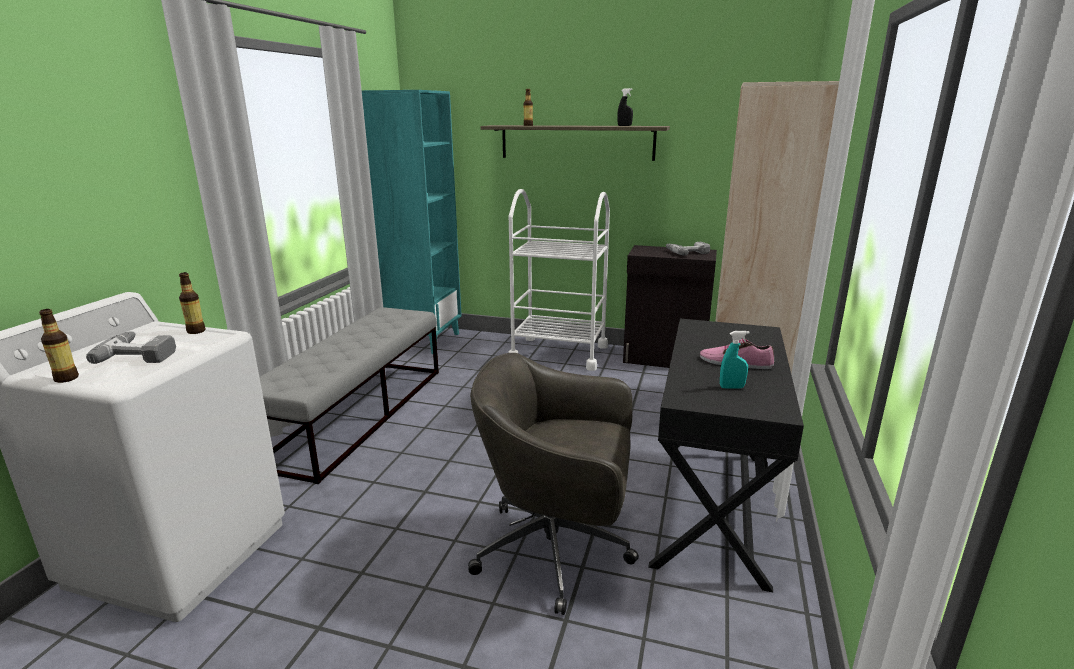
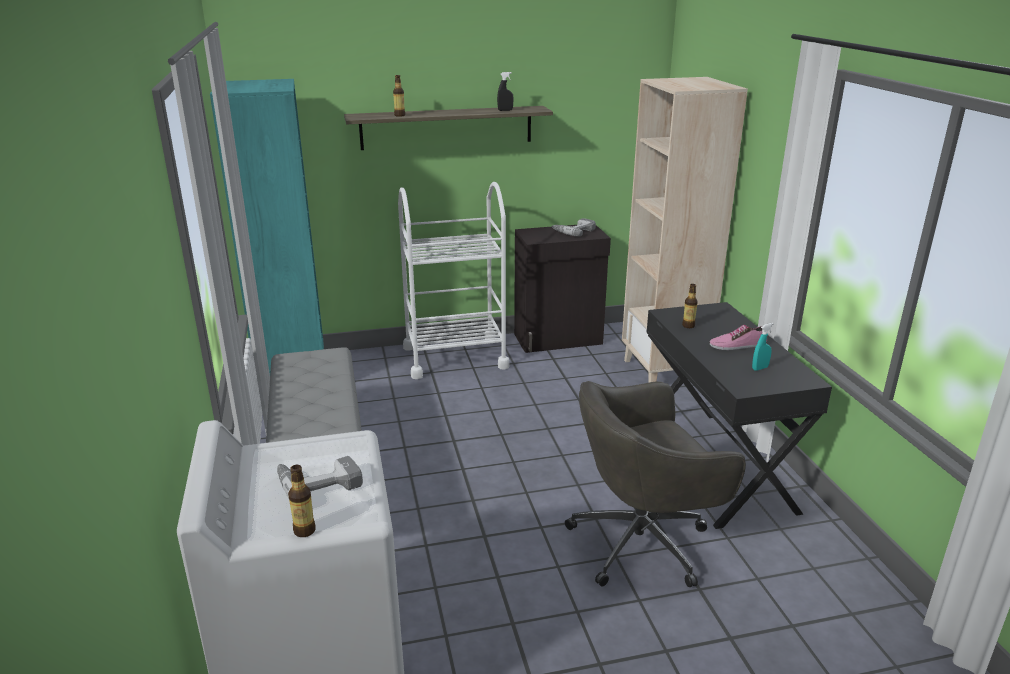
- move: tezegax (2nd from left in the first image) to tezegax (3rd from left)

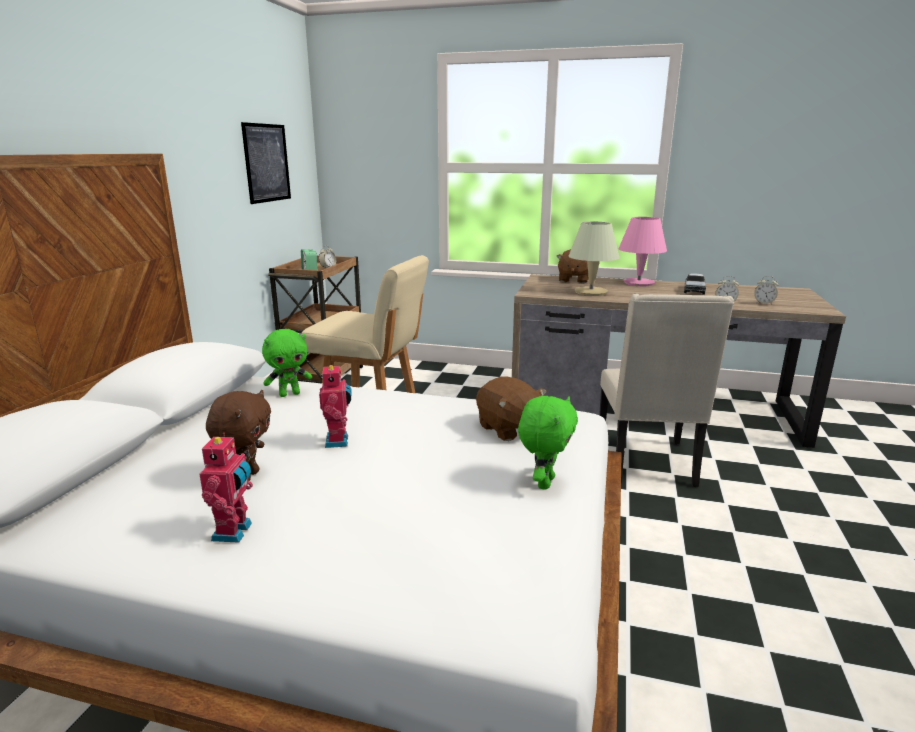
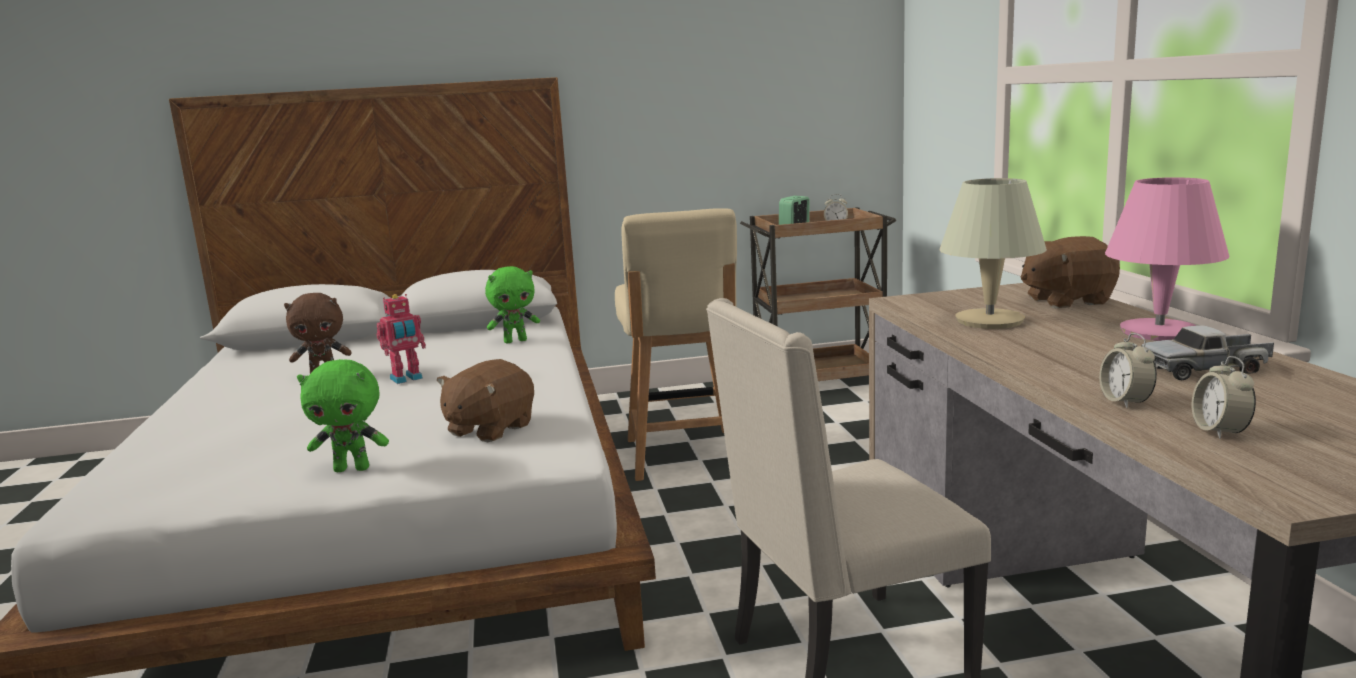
- delete: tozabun (1st from left)
- delete: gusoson
- rotate: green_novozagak (1st from left in the first image) 60 degrees counterclockwise

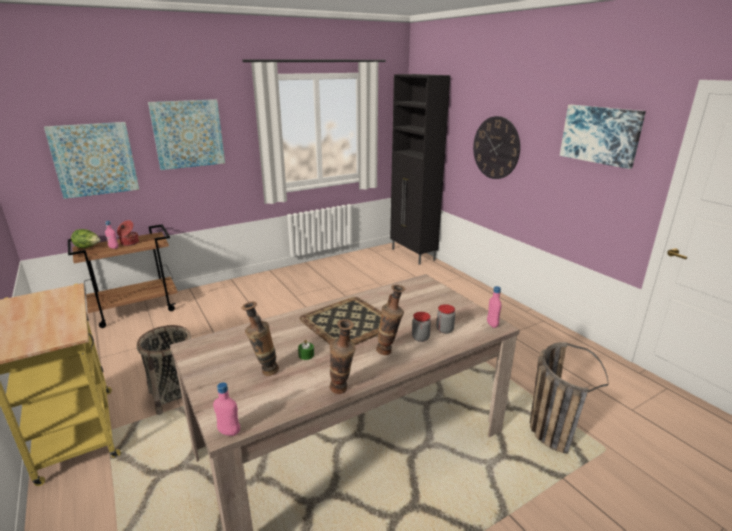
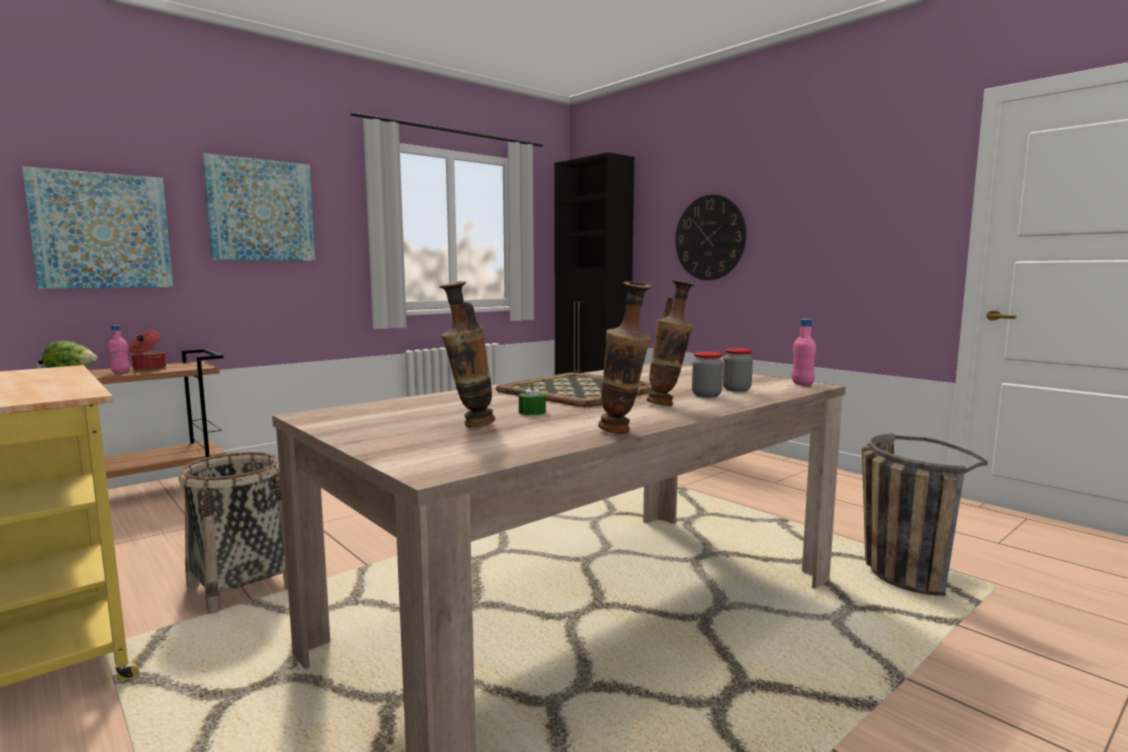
- delete: pink_tezegax (2nd from left)
- delete: gusoson (3rd from left)

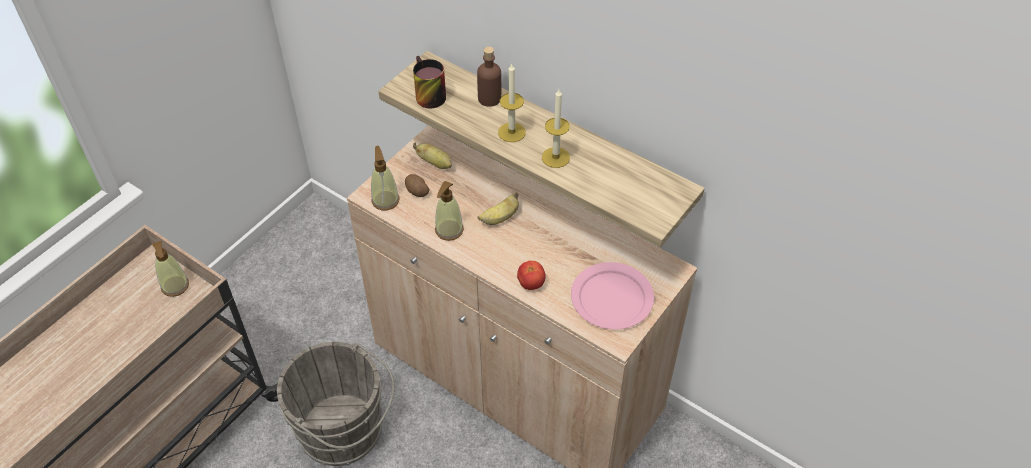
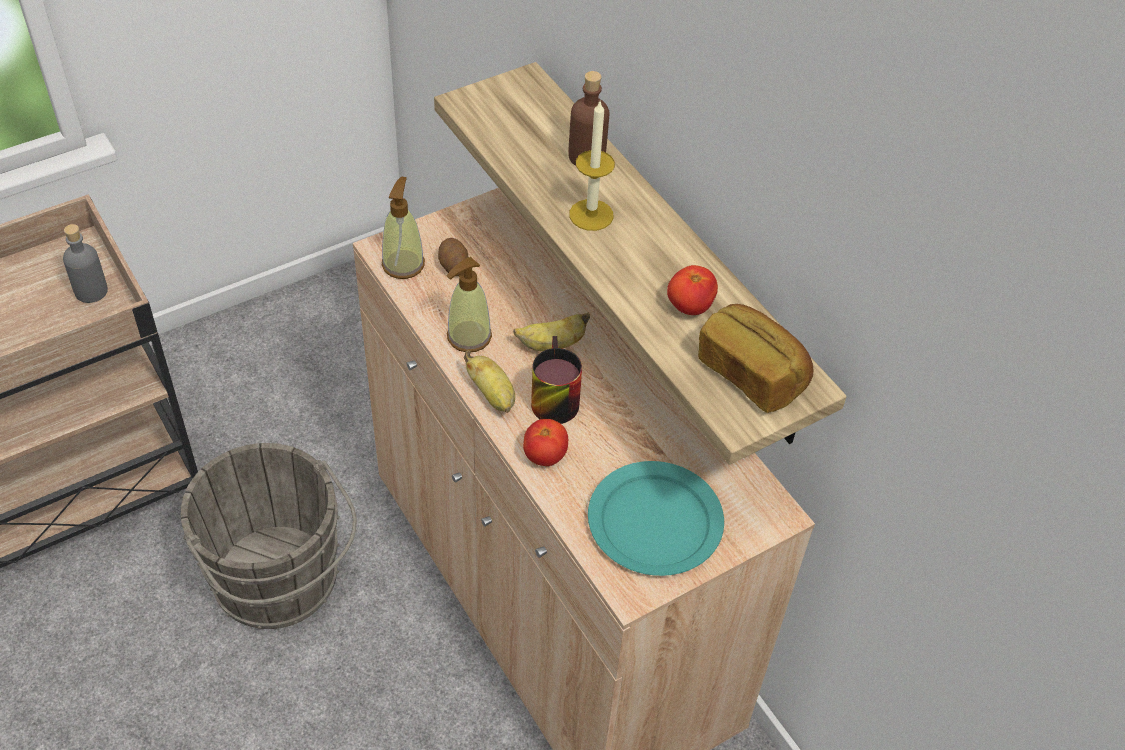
- replace: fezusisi (1st from left) to grey_tezegax
- move: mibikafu
- move: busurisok (1st from left)
- delete: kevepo (2nd from left)
- recolor: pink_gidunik to turquoise_gidunik
- insert: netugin (2nd from left)
- insert: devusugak

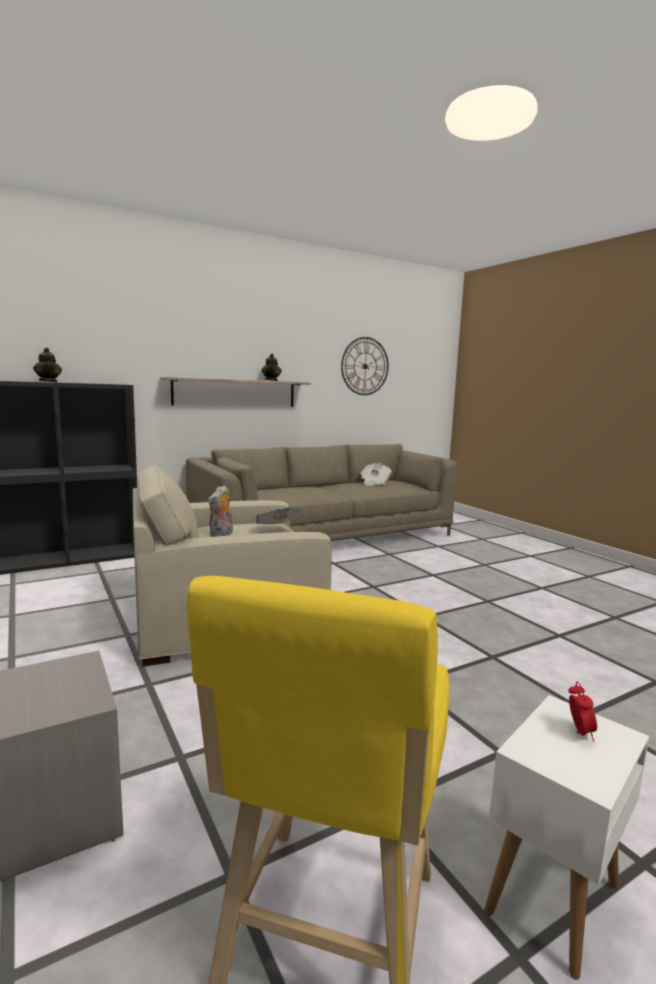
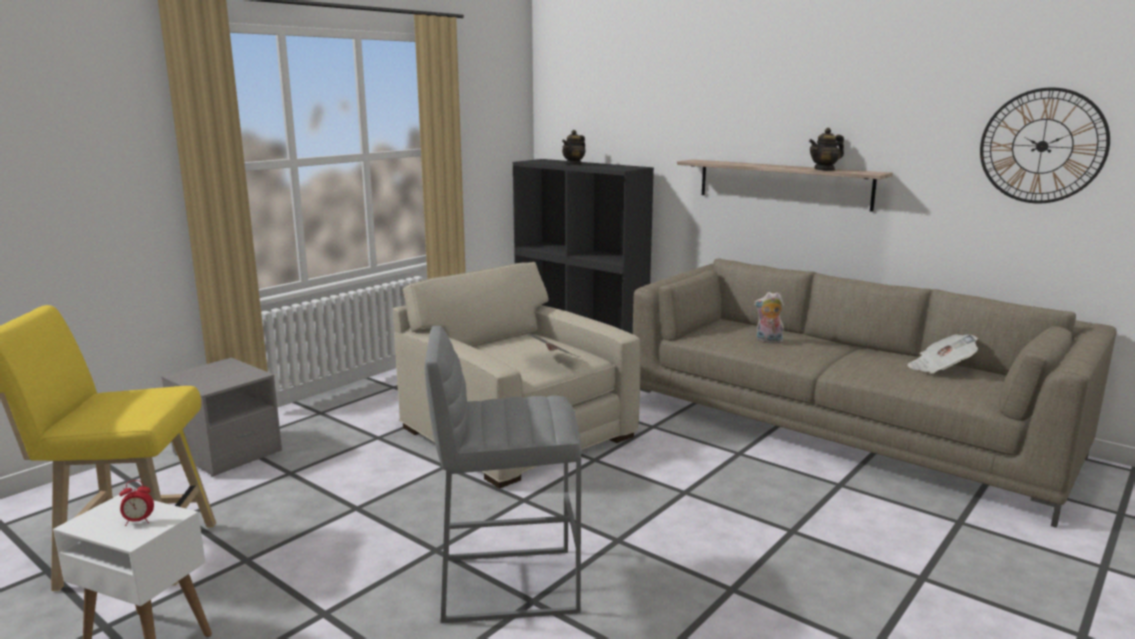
- move: novozagak
- insert: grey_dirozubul

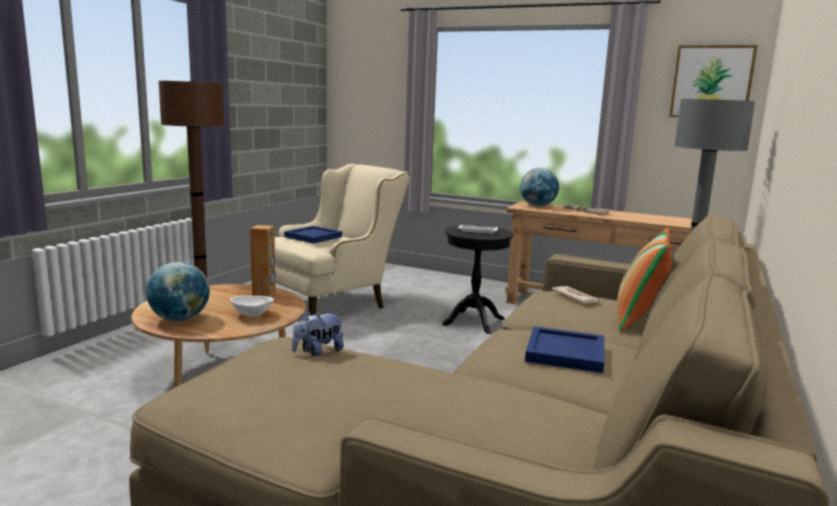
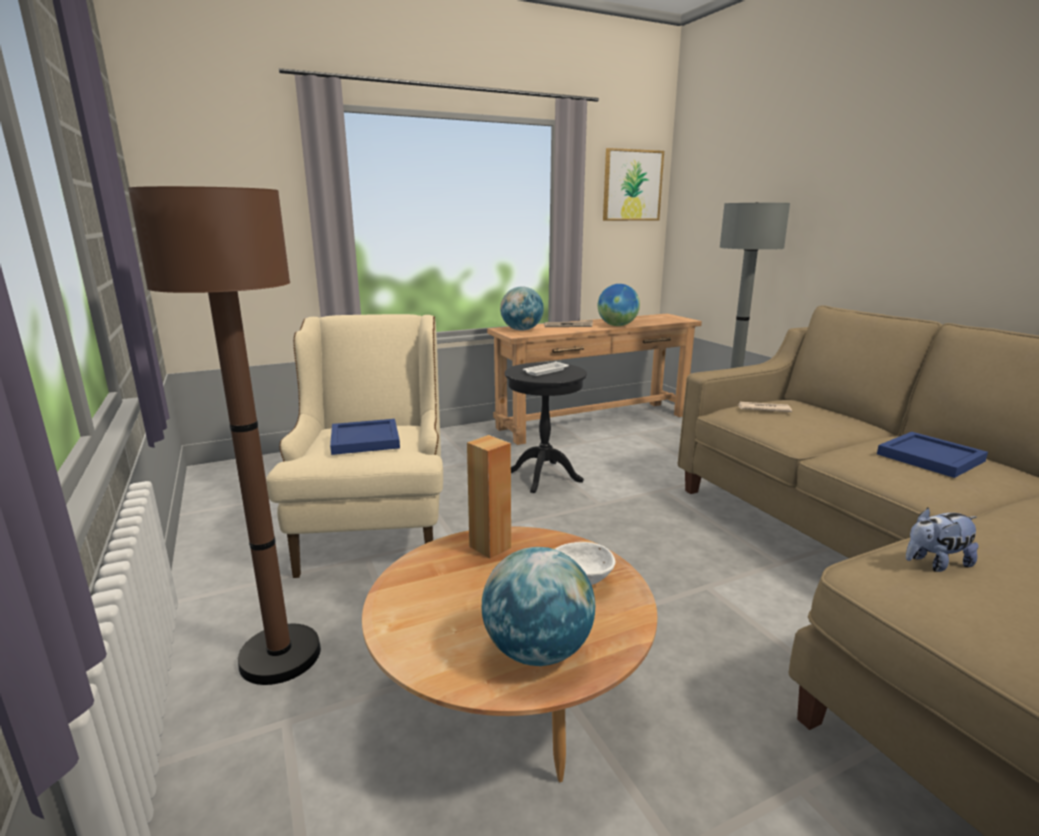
- rotate: novozagak 75 degrees clockwise
- delete: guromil
- insert: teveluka (3rd from left)

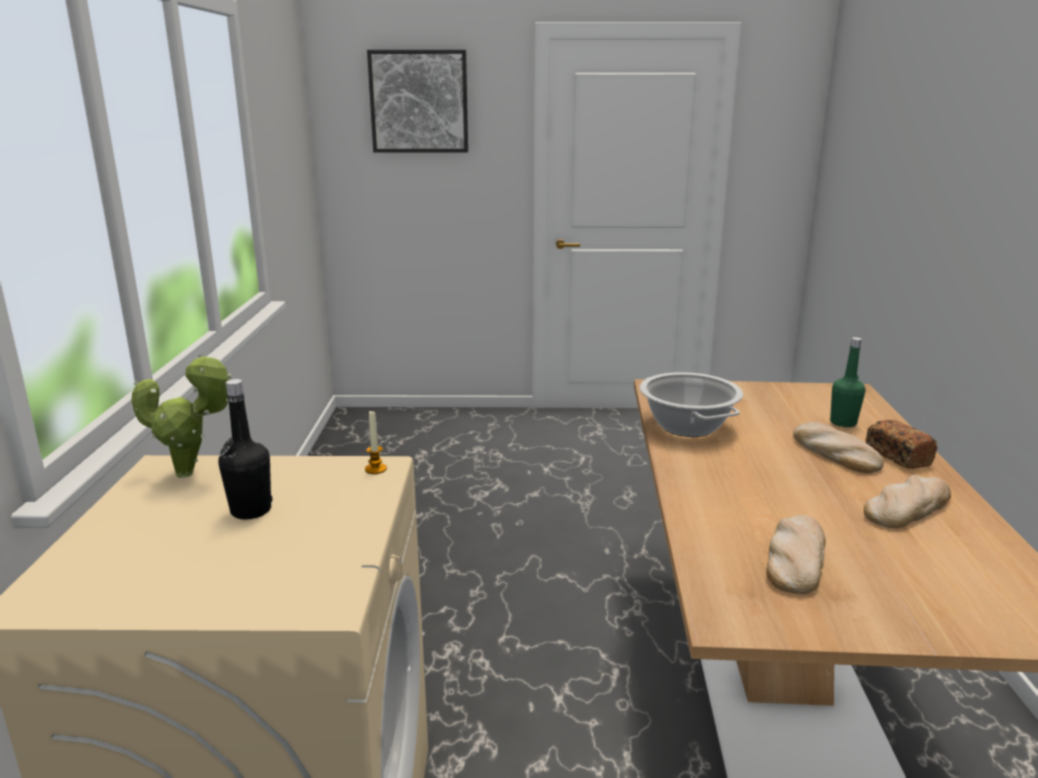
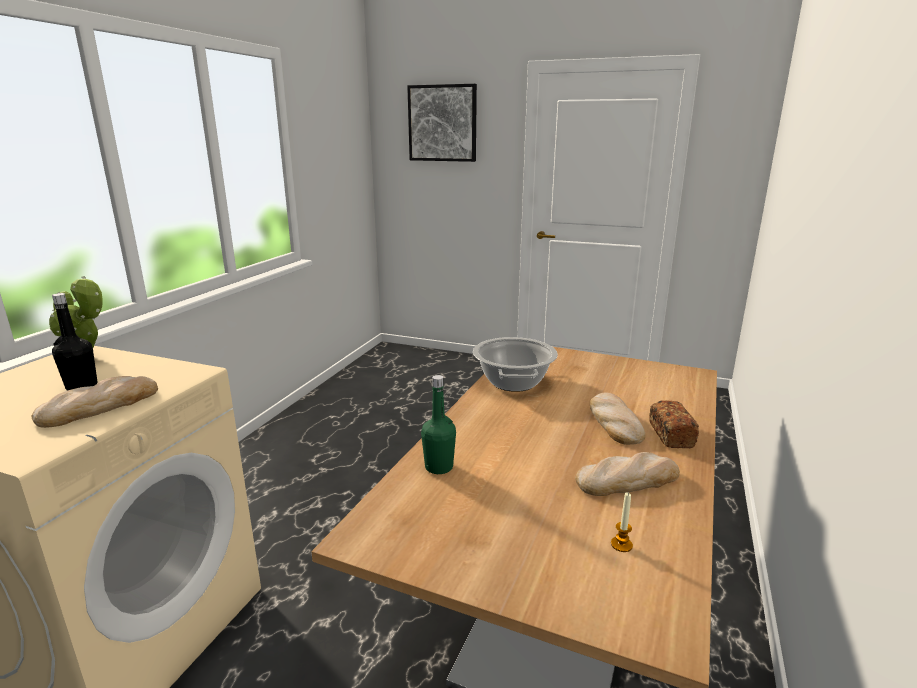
- move: kevepo
- move: devusugak (1st from left)
- move: green_tezegax

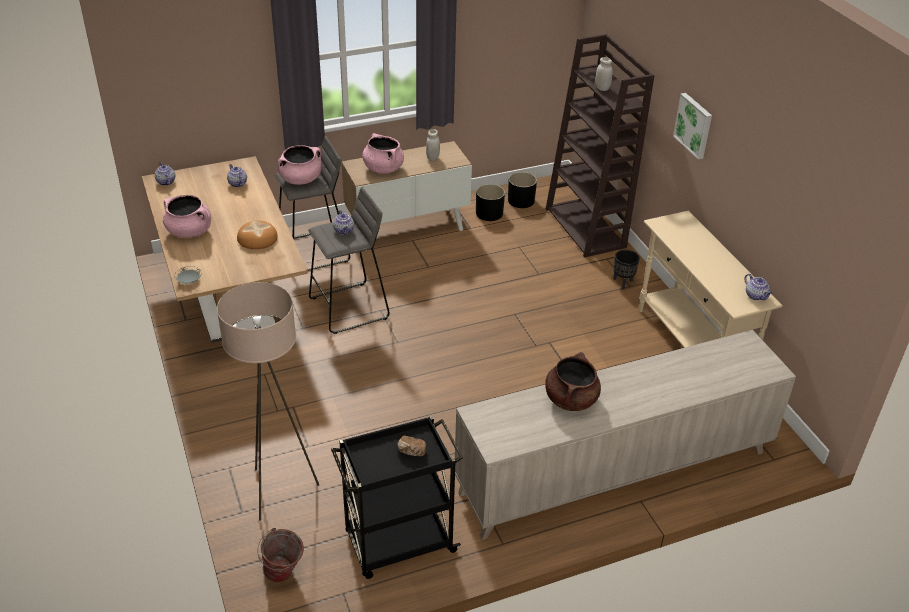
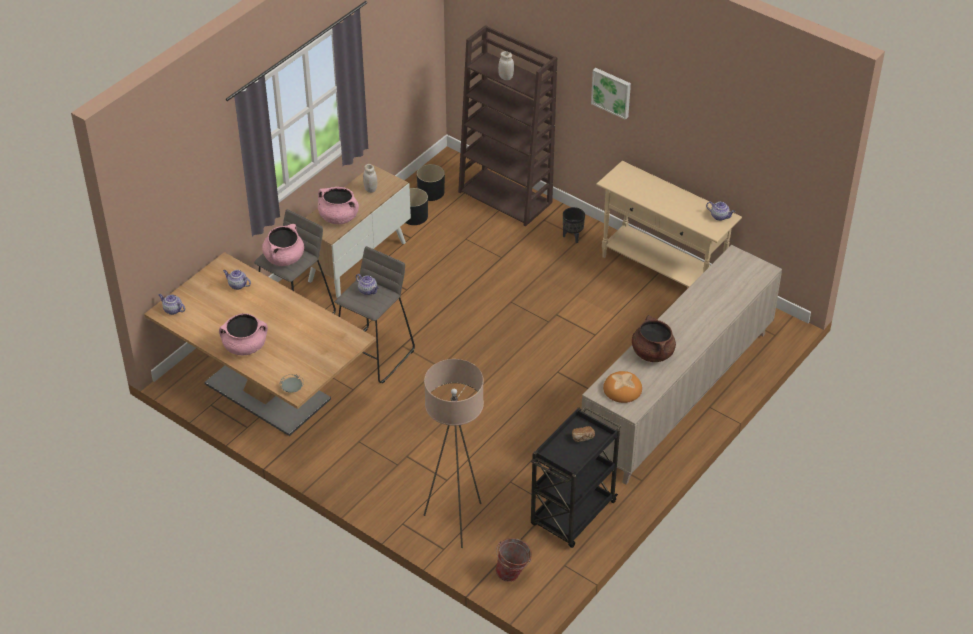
- move: devusugak (1st from left in the first image) to devusugak (2nd from left)

